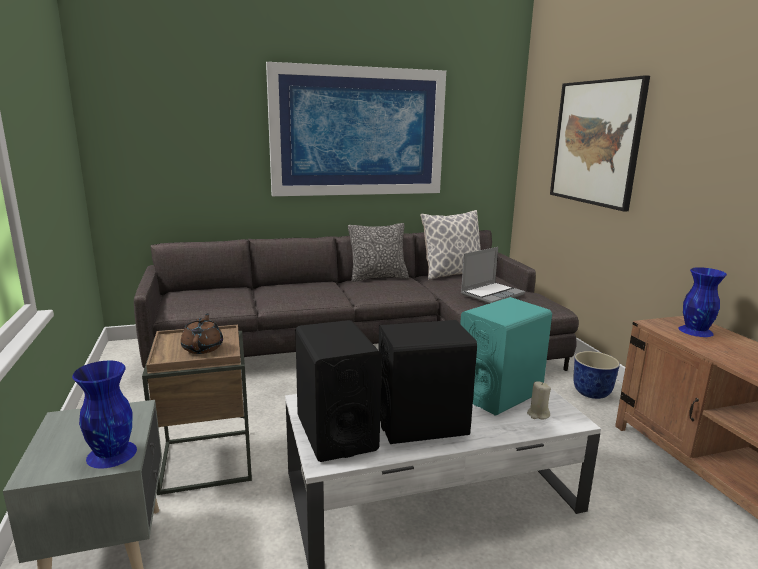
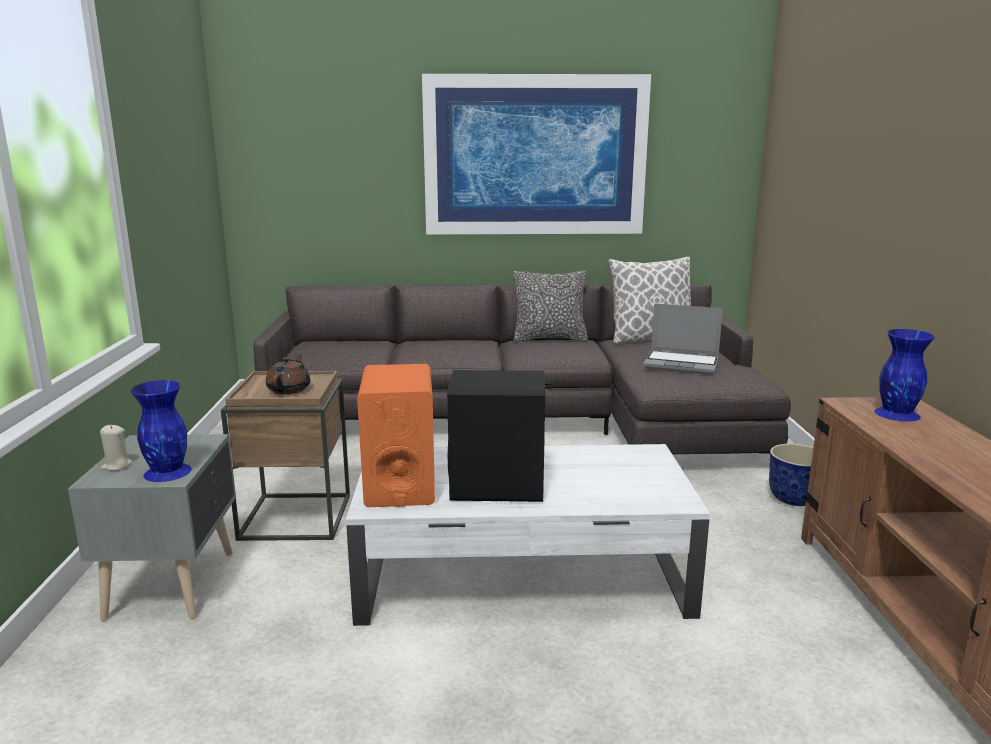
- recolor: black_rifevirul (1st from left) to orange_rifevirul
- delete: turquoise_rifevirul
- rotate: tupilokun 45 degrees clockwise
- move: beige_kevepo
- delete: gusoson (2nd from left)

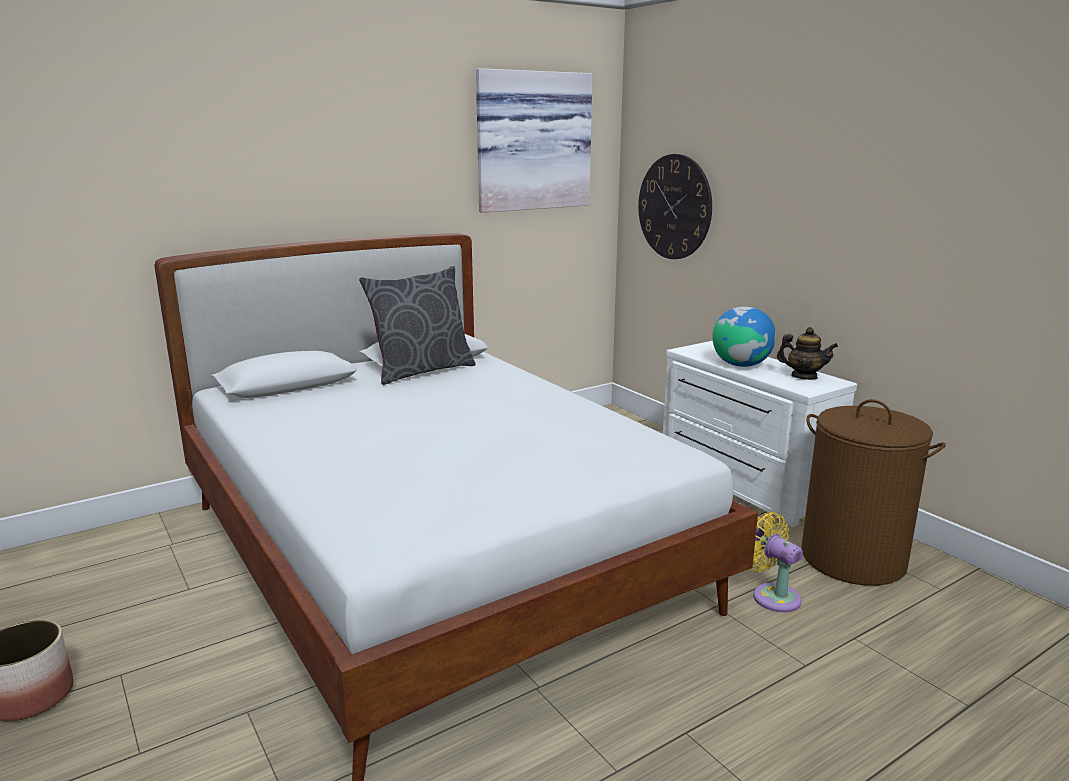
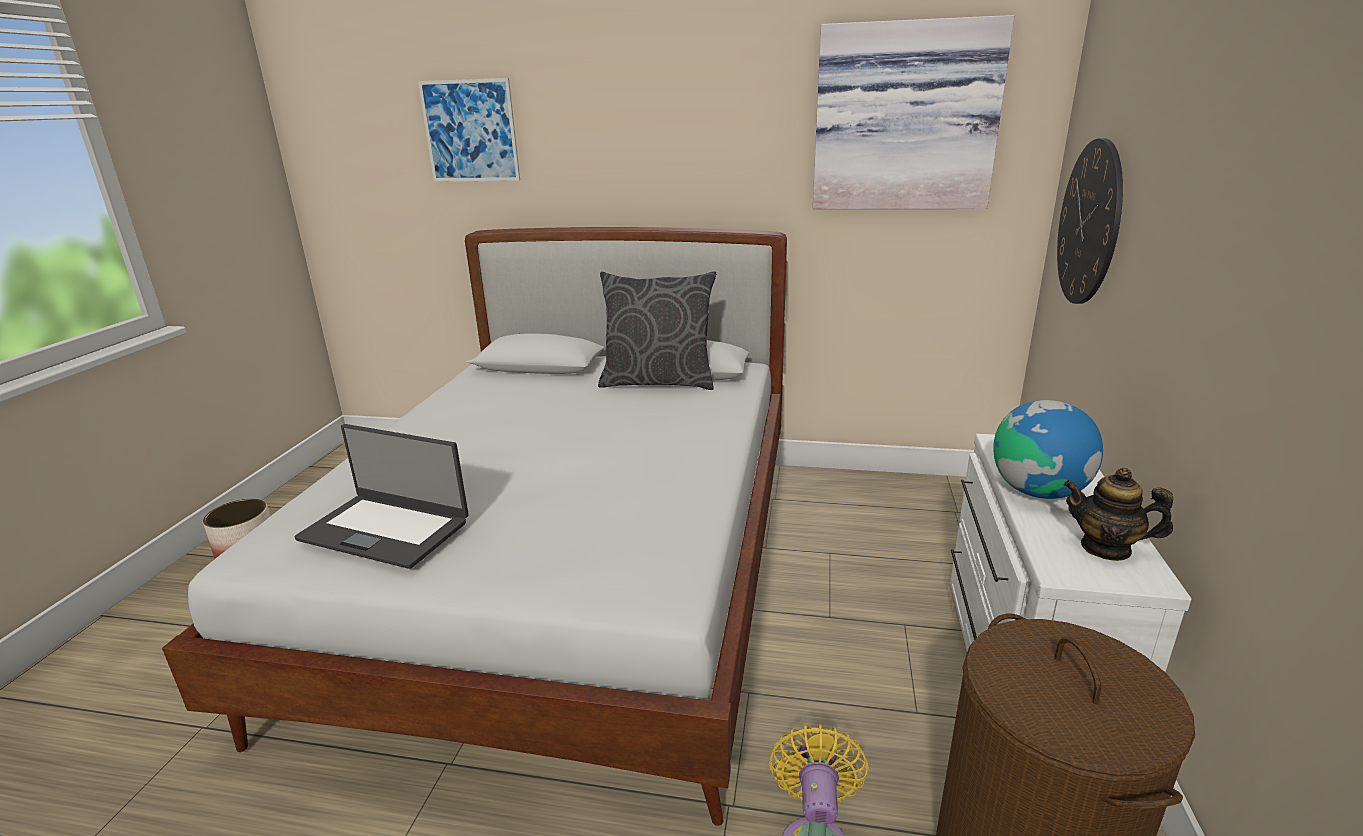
- rotate: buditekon 135 degrees clockwise
- insert: tupilokun
- insert: gusoson (1st from left)

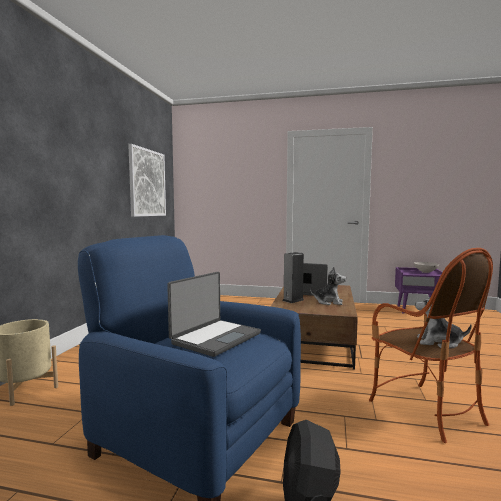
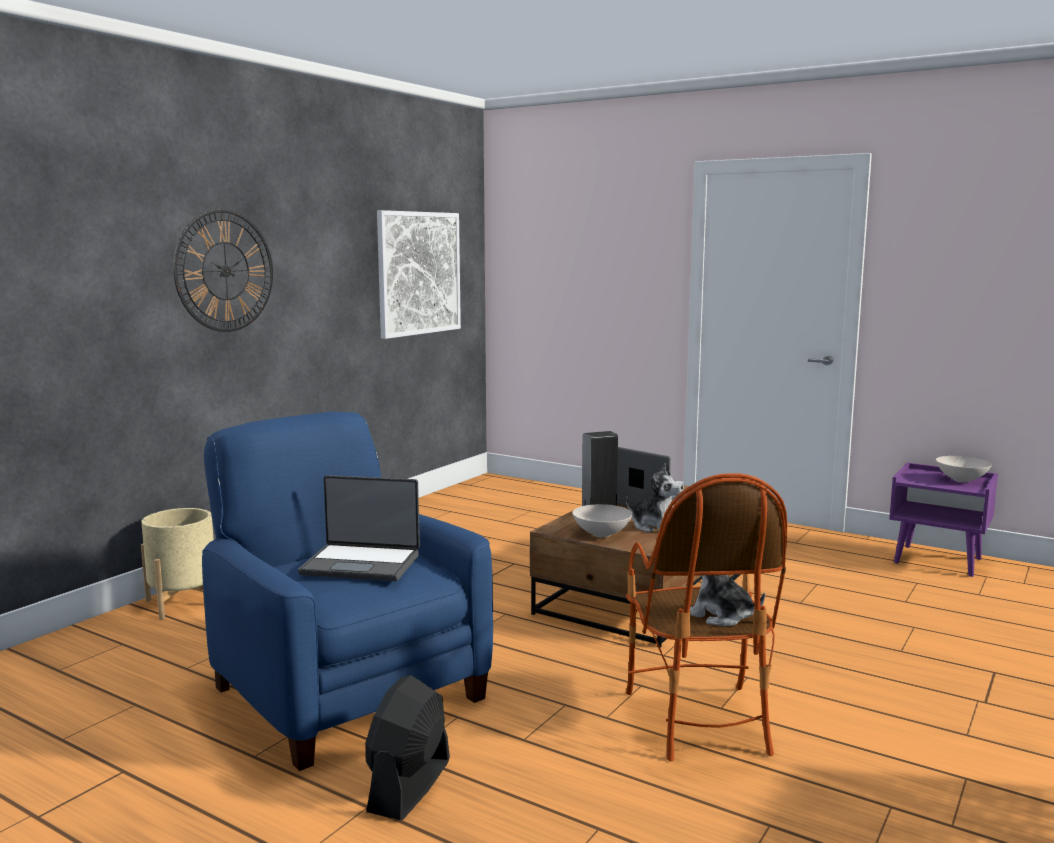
- rotate: tupilokun (1st from left) 45 degrees clockwise
- insert: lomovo
- insert: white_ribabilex (1st from left)

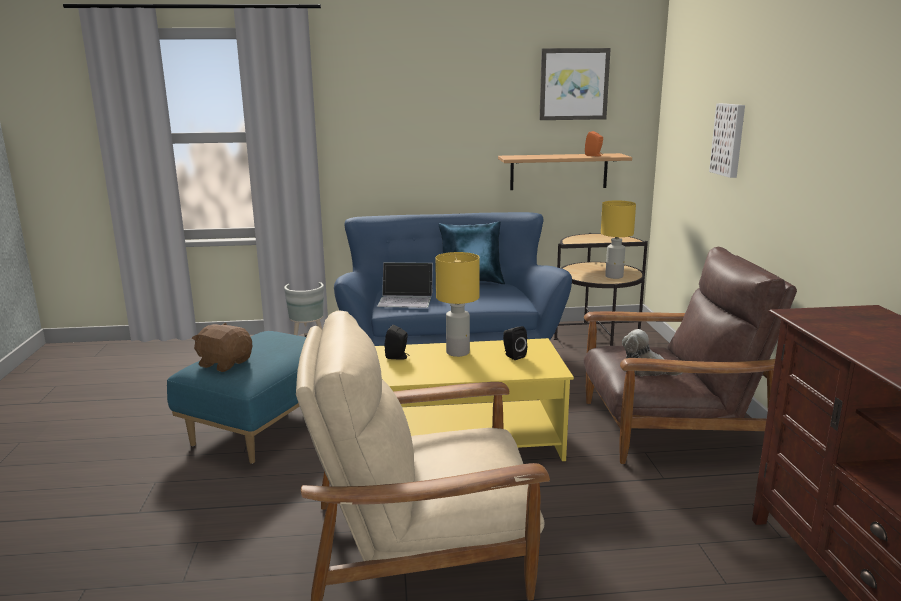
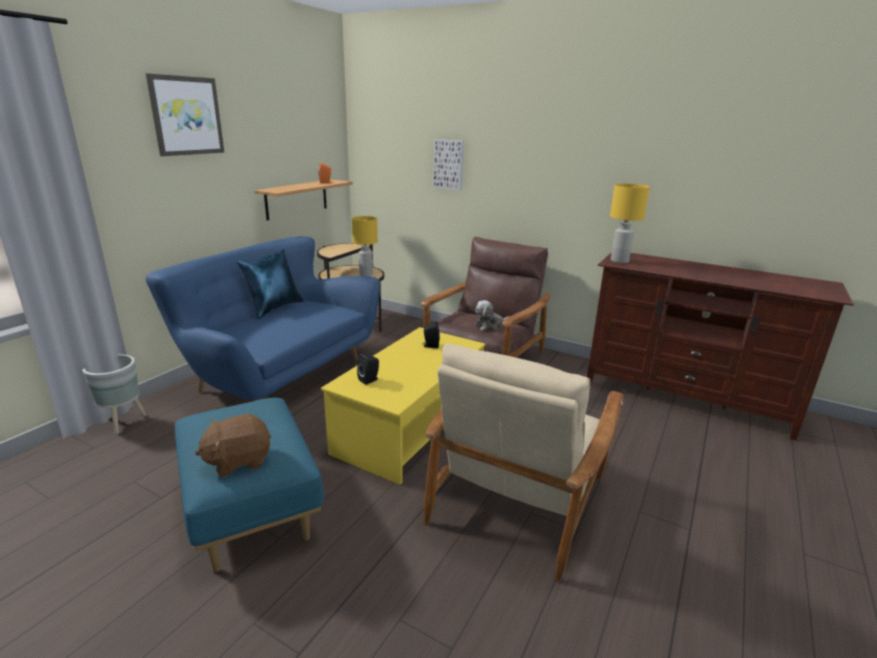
- delete: tupilokun
- move: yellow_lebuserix (1st from left in the first image) to yellow_lebuserix (2nd from left)
- move: gusoson (1st from left)

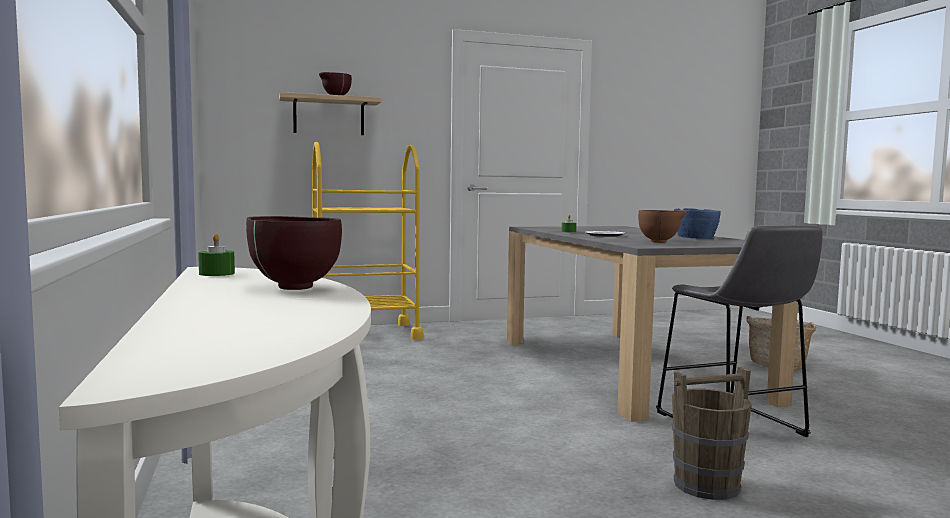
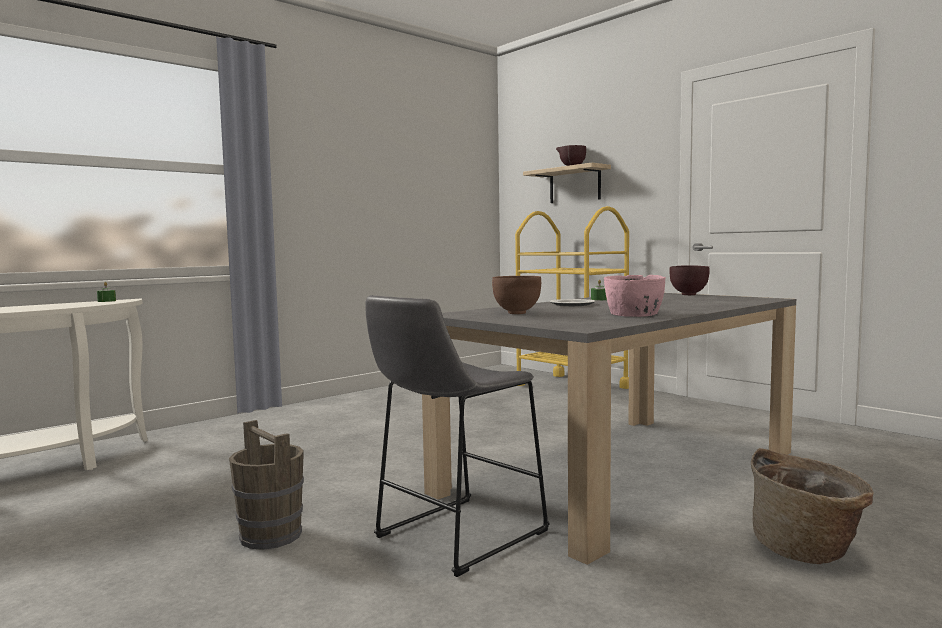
- move: brown_ribabilex (1st from left in the first image) to brown_ribabilex (3rd from left)
- recolor: blue_ribabilex to pink_ribabilex

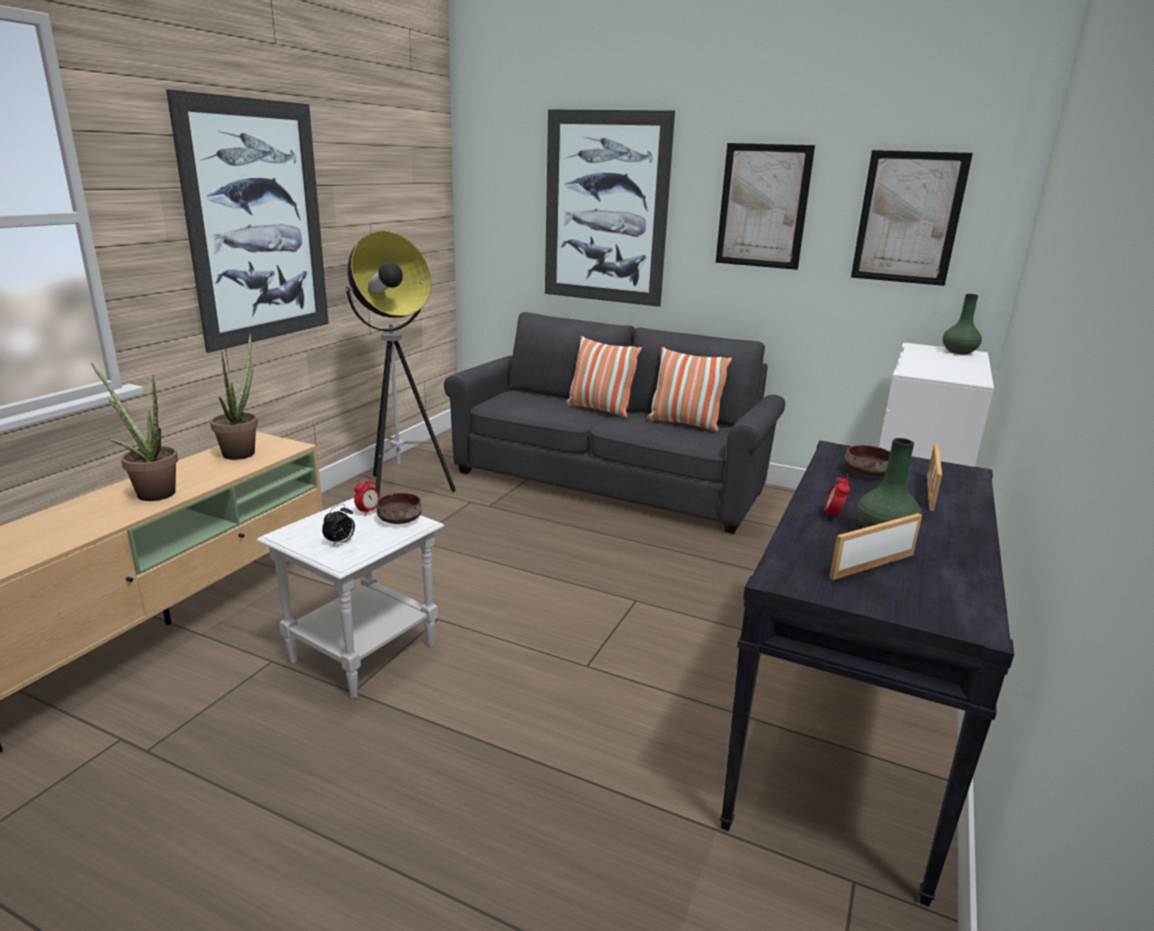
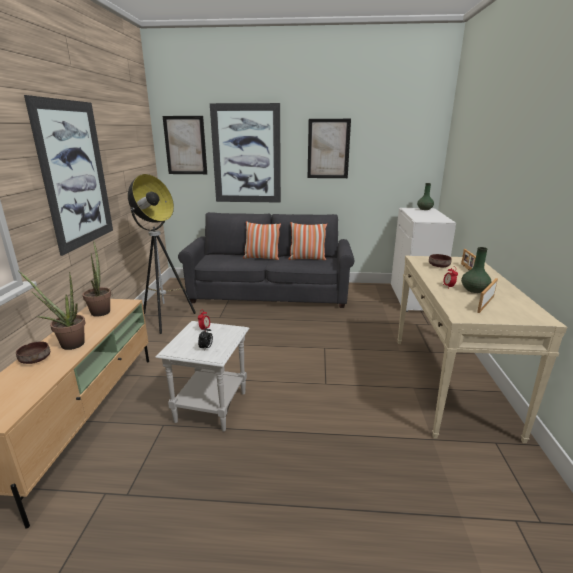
- move: brown_ribabilex (1st from left)
- recolor: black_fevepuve to beige_fevepuve
- move: gusoson (4th from left in the first image) to gusoson (2nd from left)

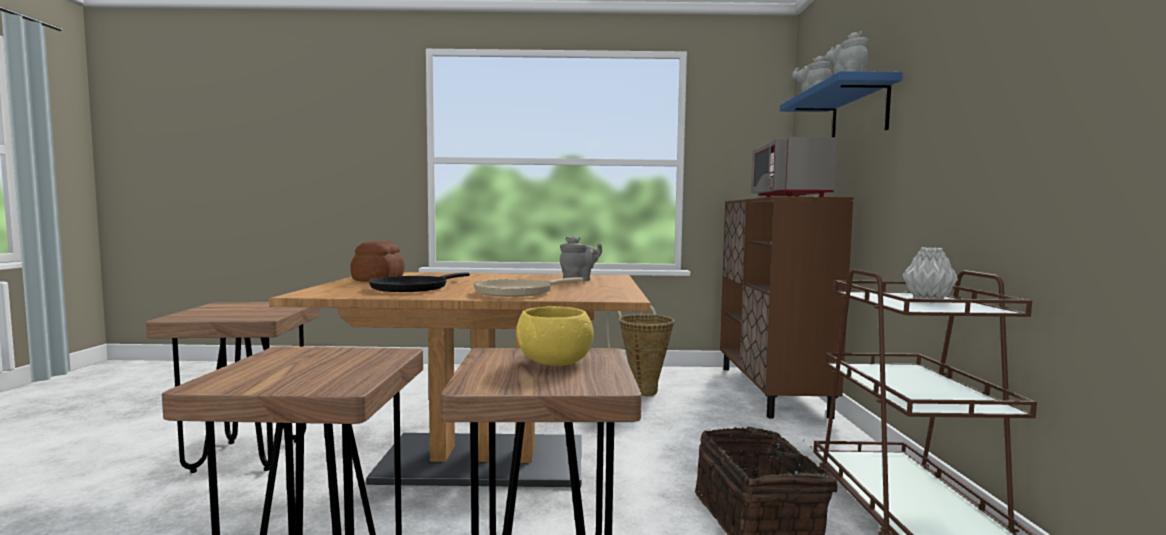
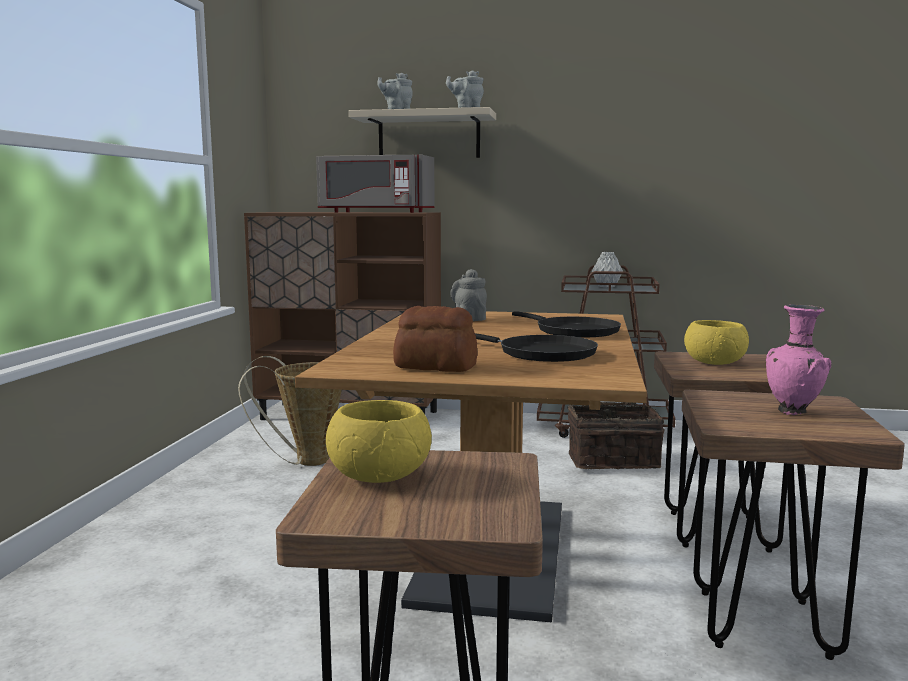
- recolor: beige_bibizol to black_bibizol (2nd from left)
- recolor: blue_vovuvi to beige_vovuvi
- insert: yellow_ribabilex (1st from left)
- insert: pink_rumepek

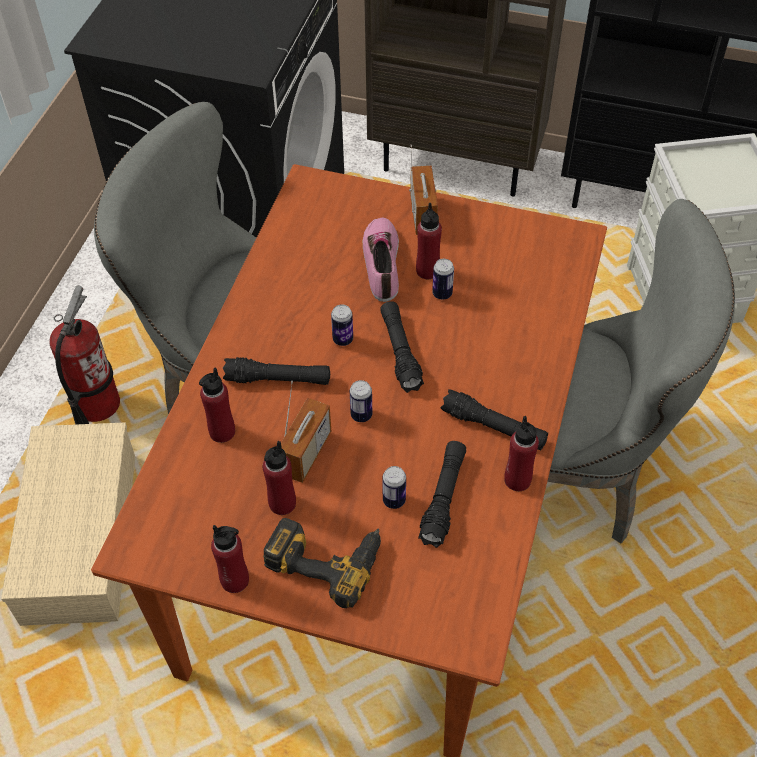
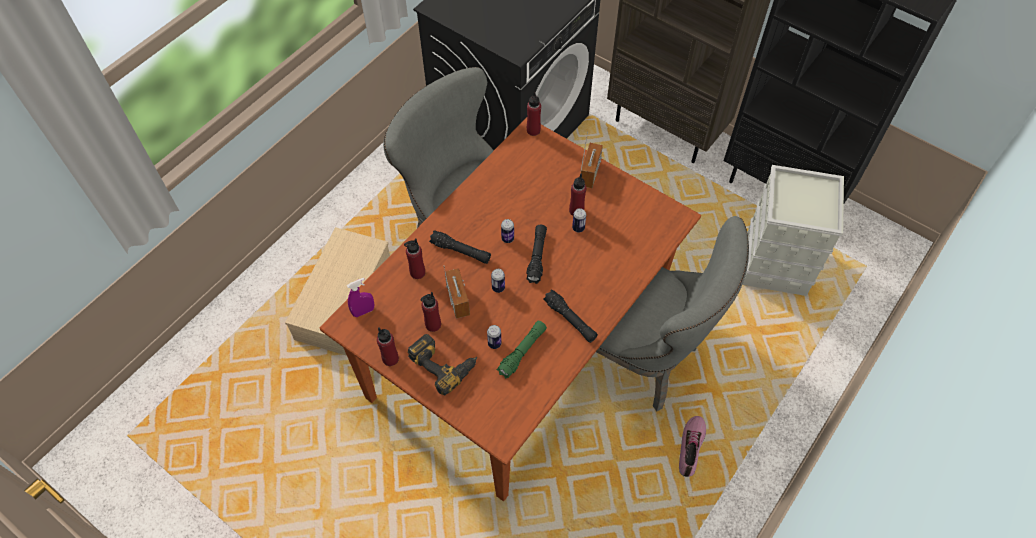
- delete: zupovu
- rotate: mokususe (1st from left) 60 degrees counterclockwise
- move: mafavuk
- recolor: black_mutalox (3rd from left) to green_mutalox
- move: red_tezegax (5th from left in the first image) to red_tezegax (4th from left)
- insert: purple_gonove

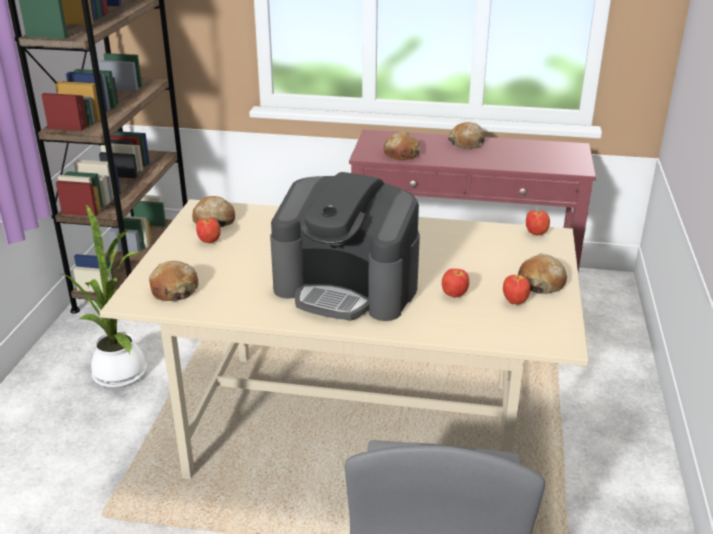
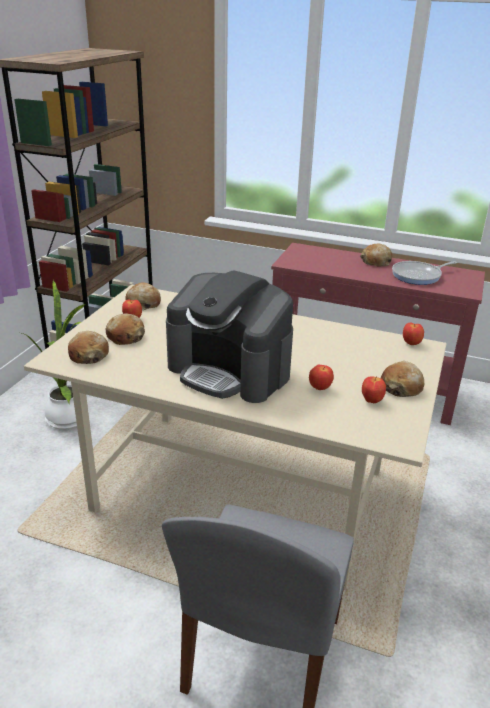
- move: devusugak (3rd from left in the first image) to devusugak (2nd from left)
- insert: bibizol

